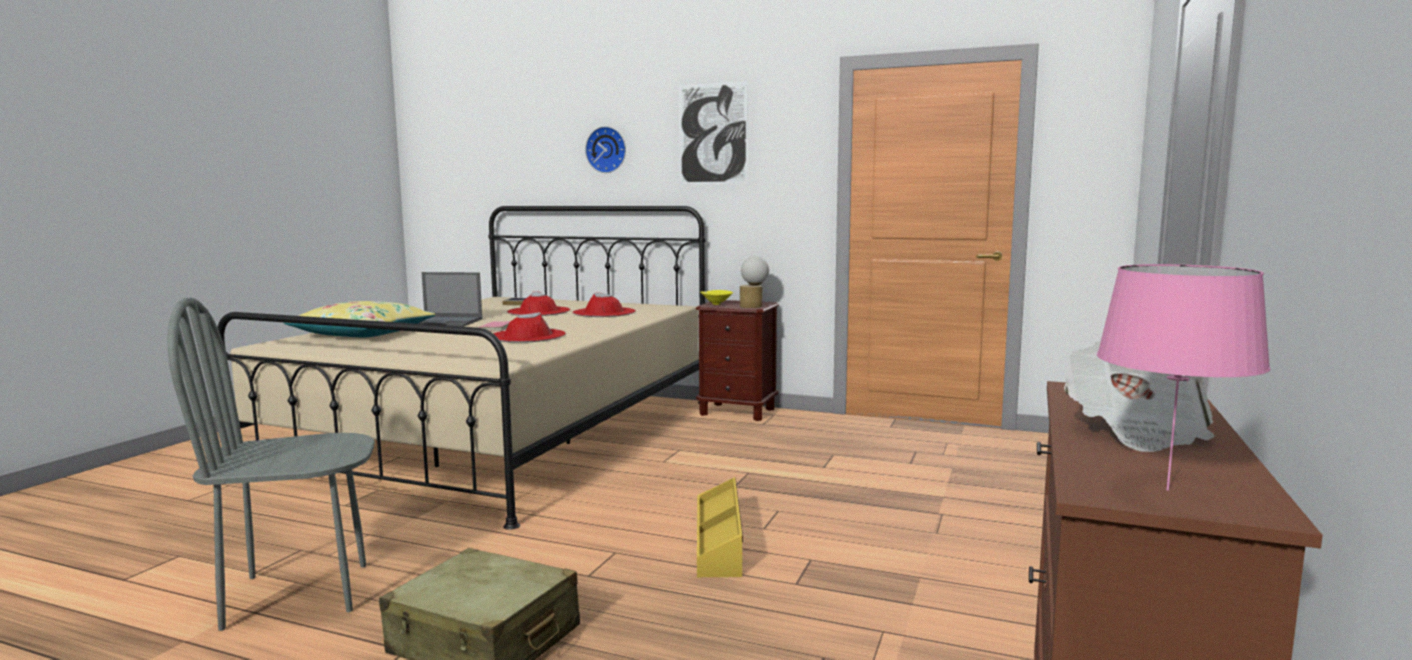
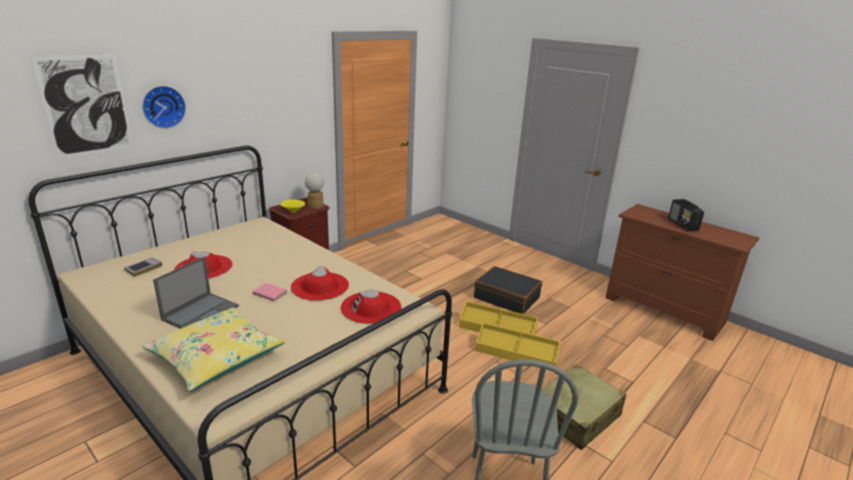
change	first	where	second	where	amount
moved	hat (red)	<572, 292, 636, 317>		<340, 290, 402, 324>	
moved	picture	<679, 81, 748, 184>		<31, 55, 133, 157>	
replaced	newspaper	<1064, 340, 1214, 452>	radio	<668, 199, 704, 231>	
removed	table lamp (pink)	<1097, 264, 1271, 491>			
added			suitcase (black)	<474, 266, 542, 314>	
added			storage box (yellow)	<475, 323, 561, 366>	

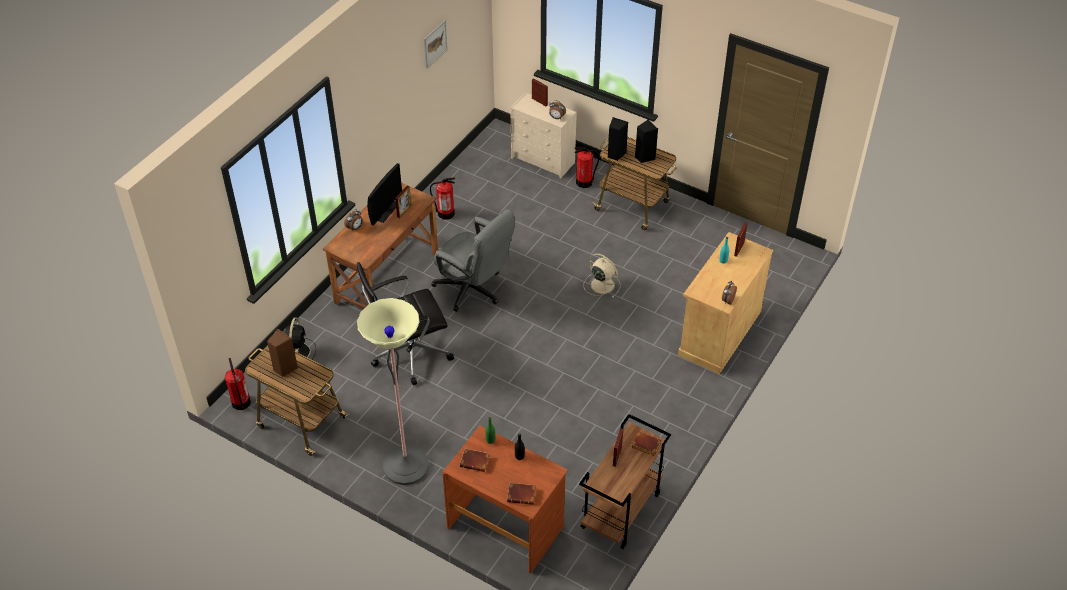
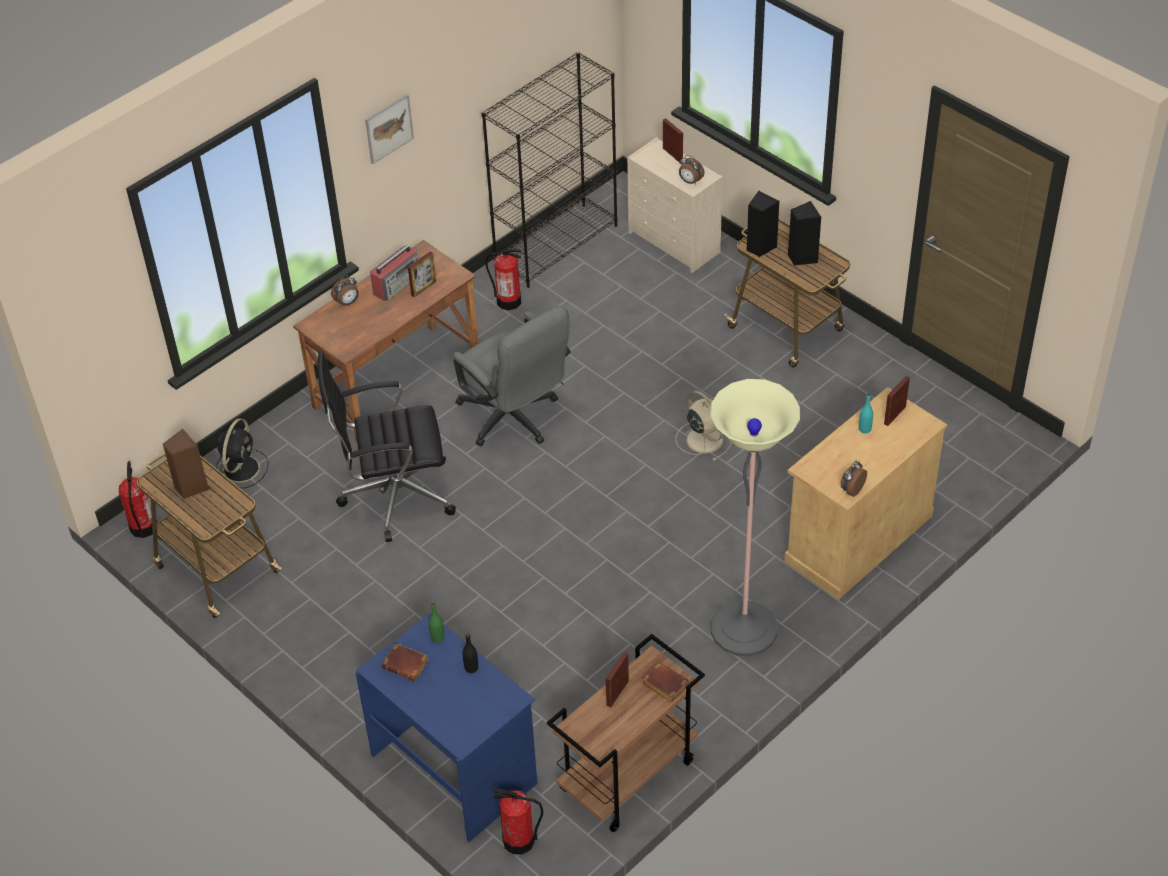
change	first	where	second	where	amount
moved	floor lamp	<357, 298, 429, 485>		<710, 379, 800, 656>	
replaced	monitor	<367, 163, 402, 226>	radio	<370, 245, 418, 301>	
moved	picture	<424, 20, 447, 69>		<365, 94, 414, 164>	
recoloured	desk (brown)	<442, 426, 568, 574>	desk (blue)	<356, 613, 538, 842>	
removed	book (brown)	<507, 483, 536, 505>			
moved	fire extinguisher	<575, 147, 599, 188>		<492, 789, 543, 855>	
added			bookcase (black)	<482, 52, 618, 288>	

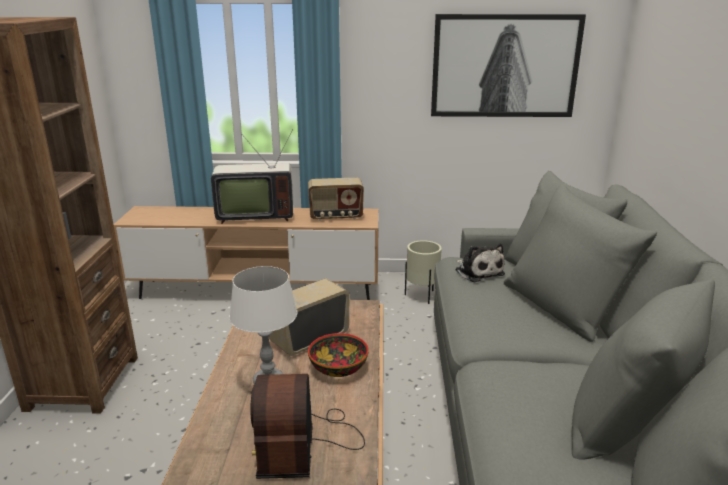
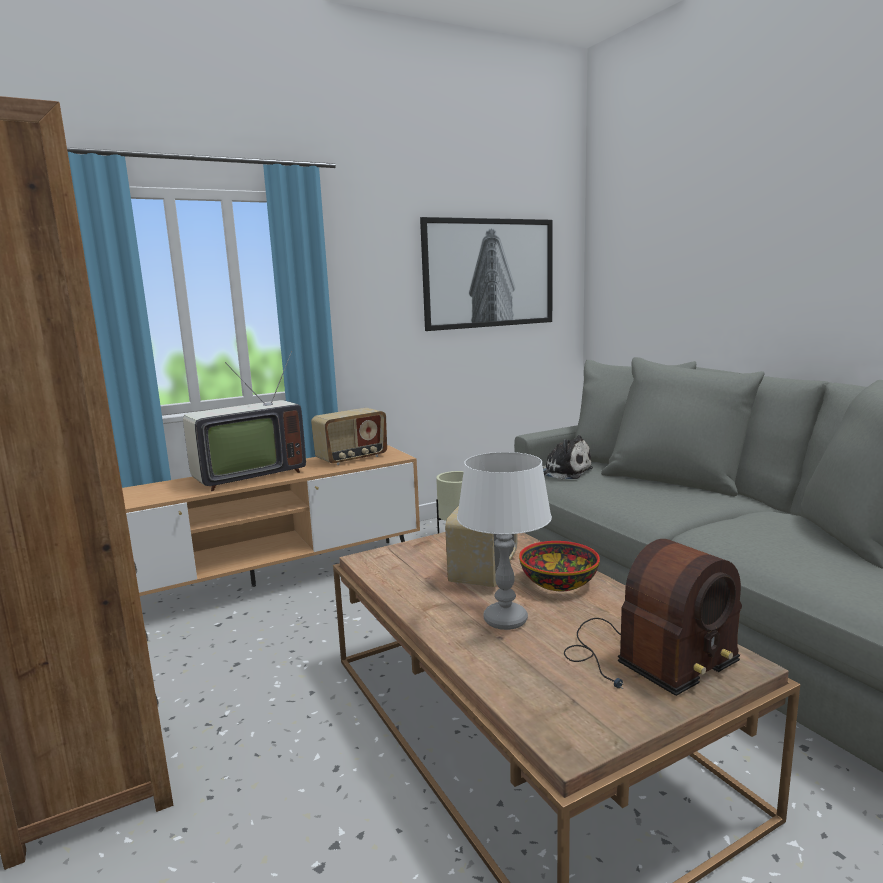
change	first	where	second	where	amount
turned	radio	<250, 374, 365, 479>		<564, 539, 742, 696>	90 degrees counterclockwise

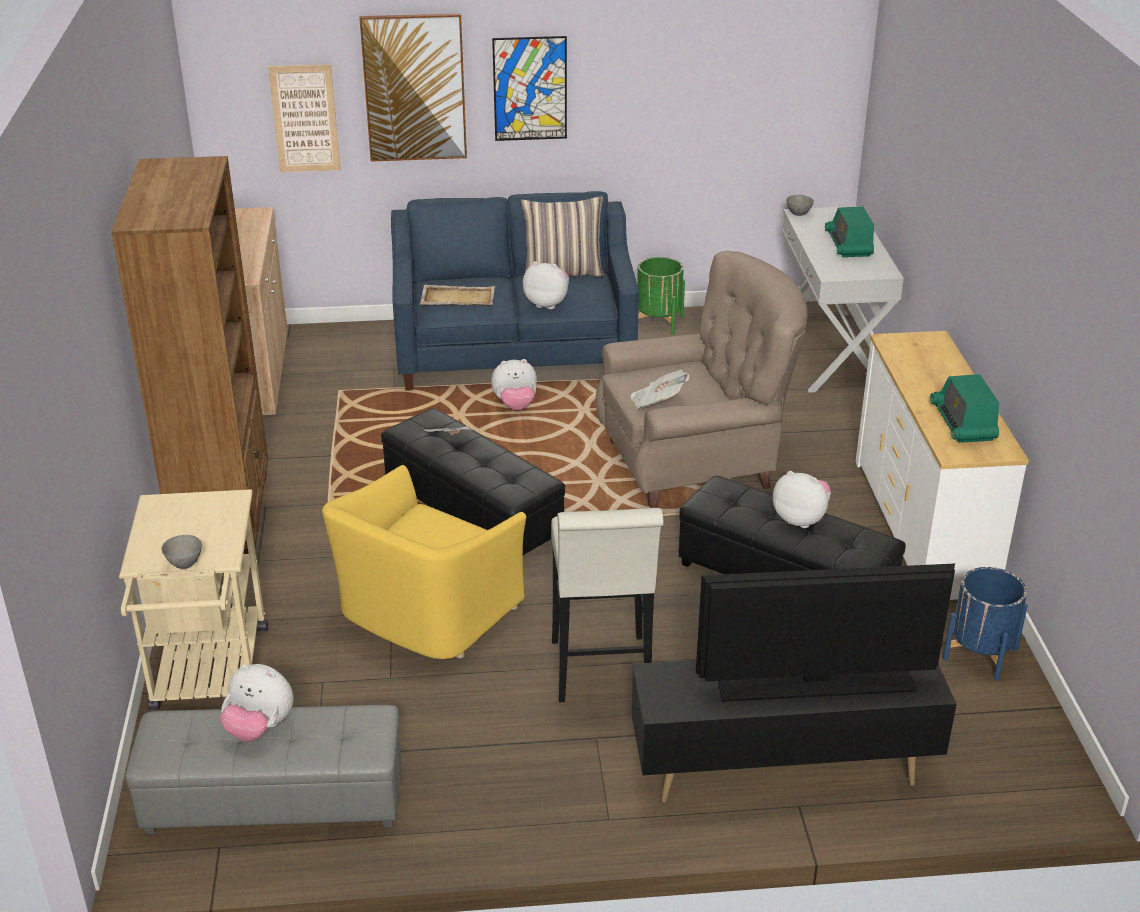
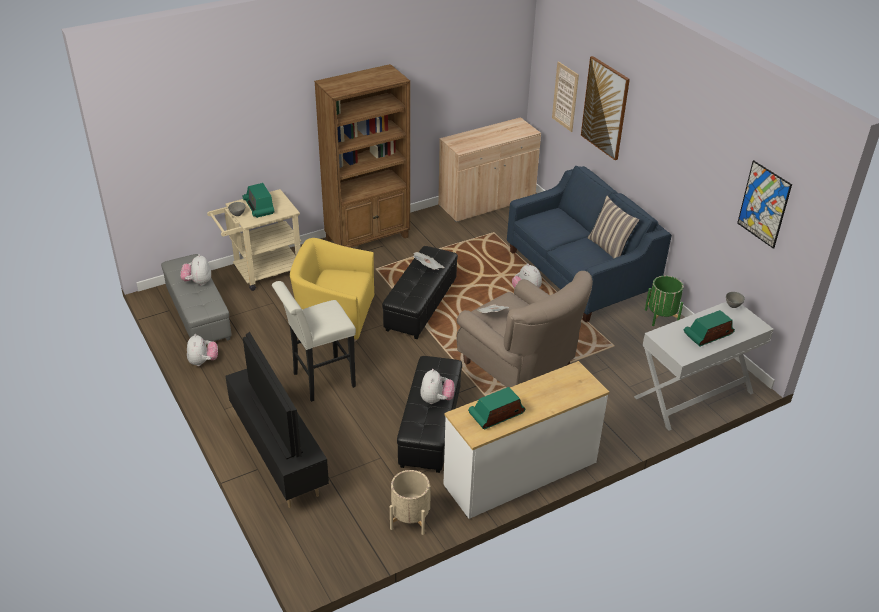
change	first	where	second	where	amount
removed	tray (beige)	<420, 285, 495, 306>			
moved	picture	<492, 36, 567, 141>		<737, 160, 792, 249>	
moved	plush toy	<523, 261, 569, 309>		<187, 334, 218, 366>	
recoloured	planter (blue)	<943, 567, 1028, 681>	planter (beige)	<390, 470, 431, 535>	
added			radio	<242, 183, 274, 218>	

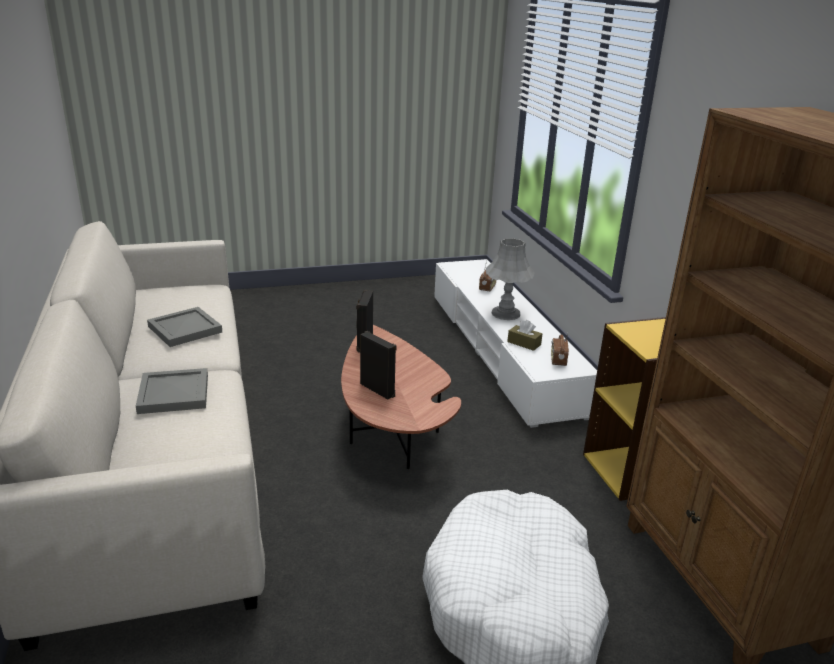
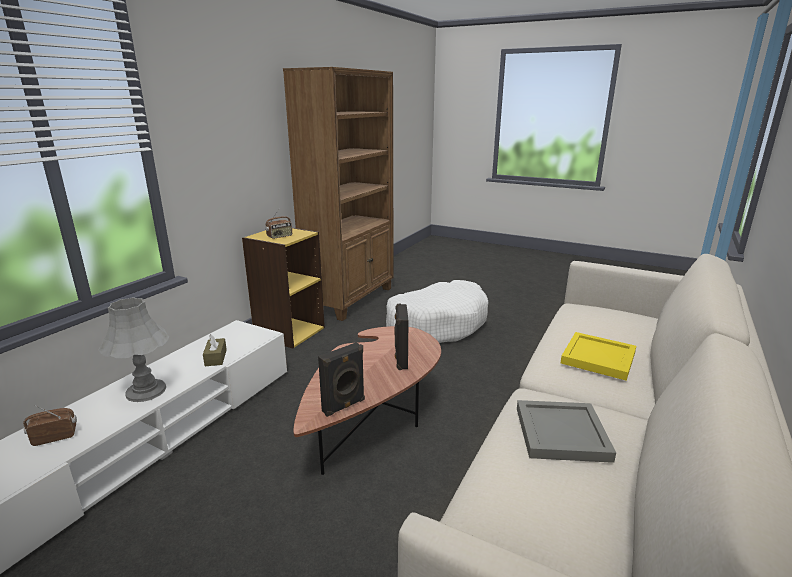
change	first	where	second	where	amount
recoloured	tray (grey)	<136, 368, 208, 414>	tray (yellow)	<561, 332, 636, 381>	
moved	radio	<551, 333, 569, 366>		<265, 208, 292, 239>	

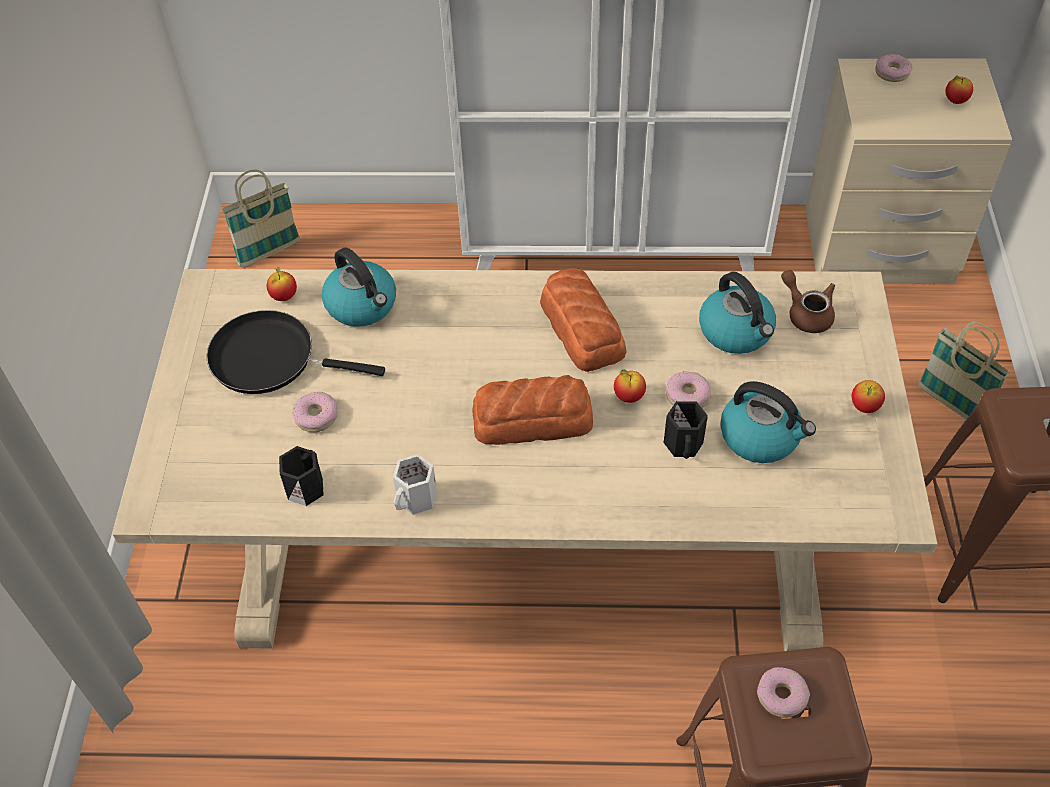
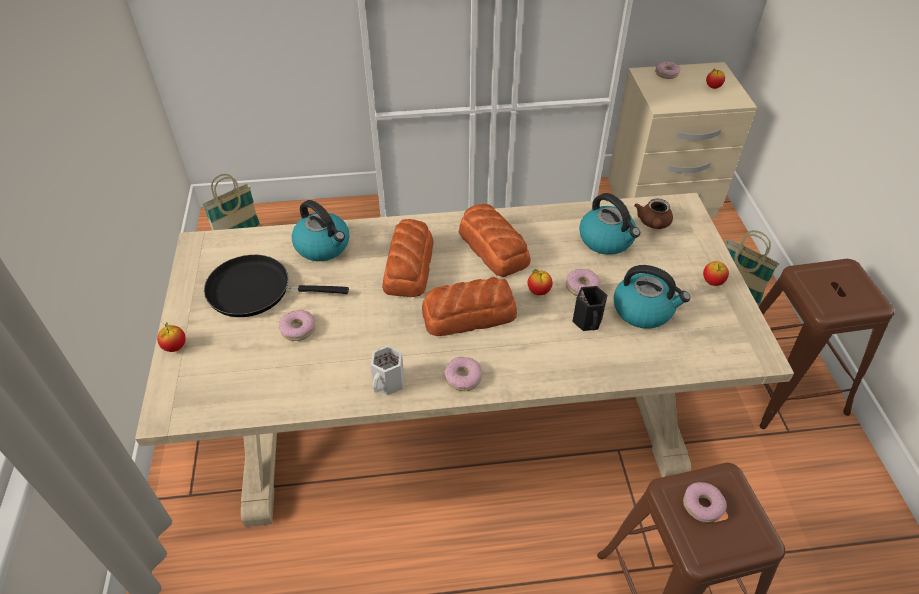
change	first	where	second	where	amount
moved	apple	<267, 266, 297, 301>		<157, 322, 186, 352>	
removed	mug (black)	<279, 446, 324, 506>			
turned	teapot (brown)	<781, 270, 835, 333>		<634, 199, 673, 229>	120 degrees counterclockwise
added			bread	<382, 219, 434, 297>	
added			donut	<444, 357, 482, 391>	

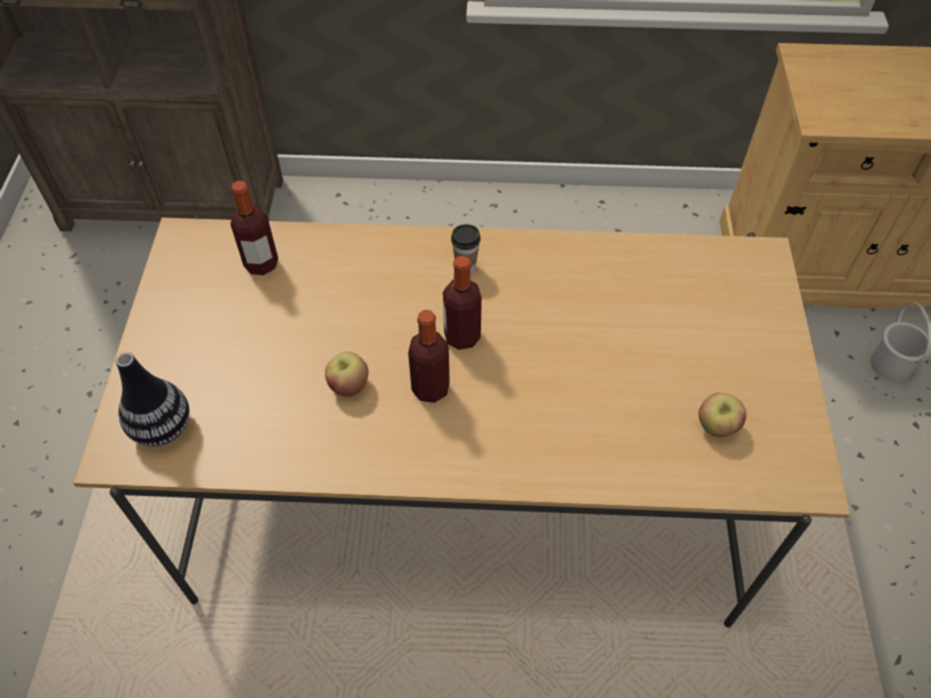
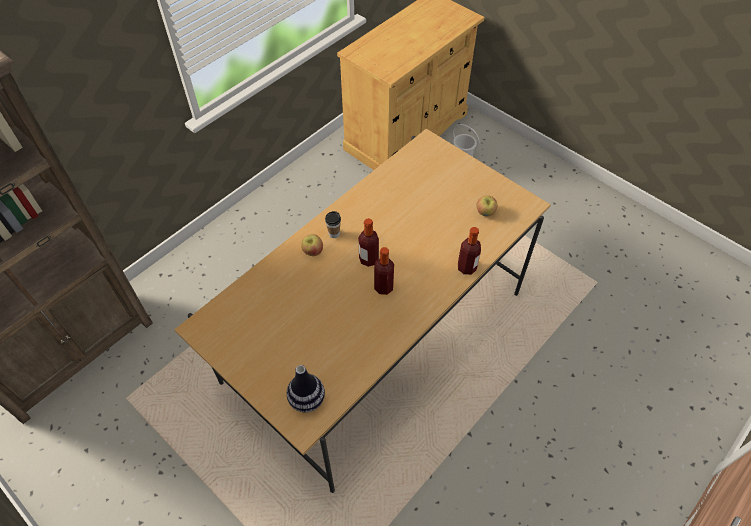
change	first	where	second	where	amount
moved	bottle	<230, 181, 278, 275>		<458, 227, 481, 275>	
moved	apple	<325, 352, 369, 397>		<301, 234, 323, 256>	

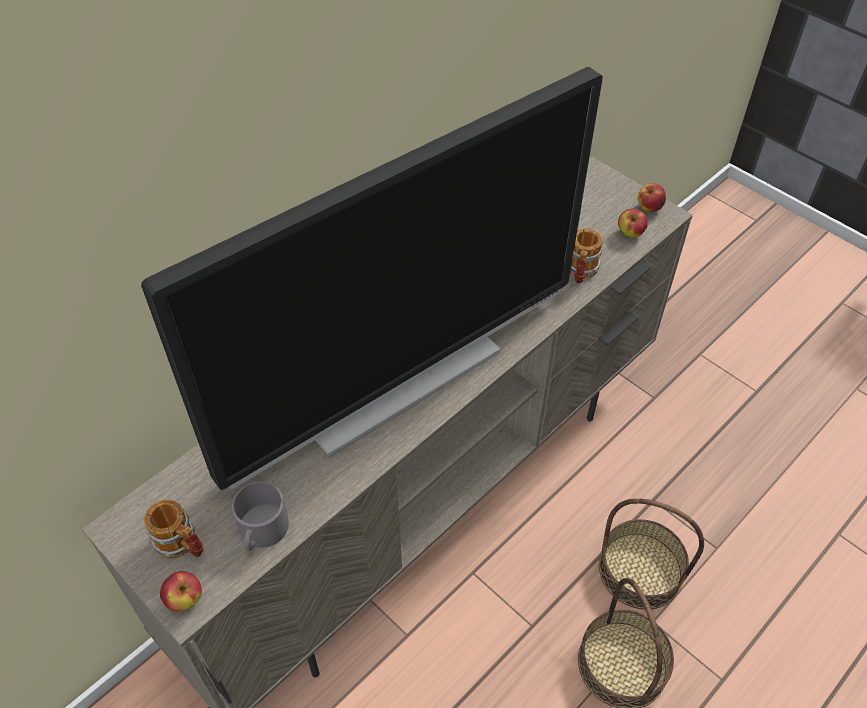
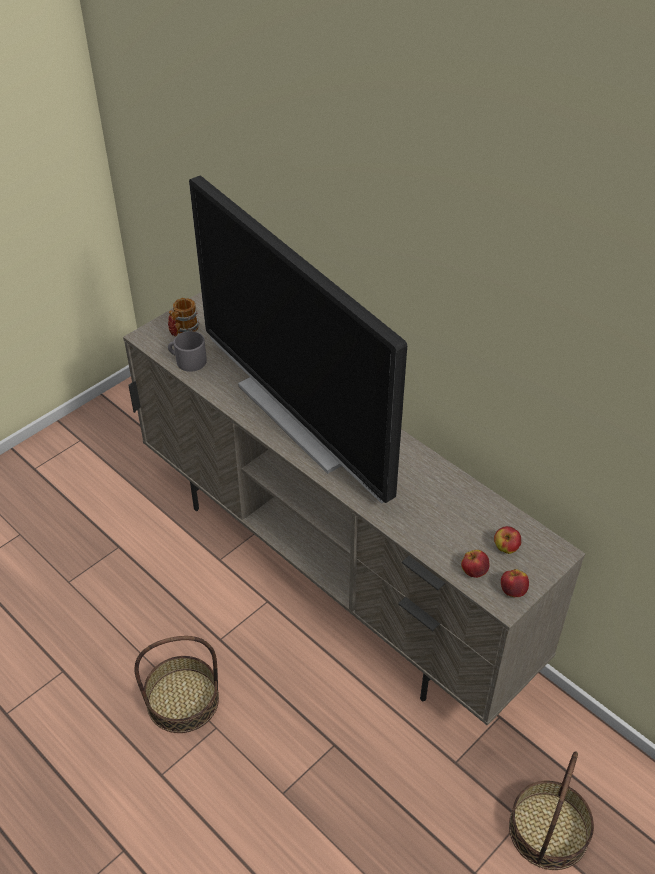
change	first	where	second	where	amount
moved	apple	<160, 571, 202, 612>		<494, 526, 521, 554>	
removed	mug	<570, 229, 603, 284>			
moved	basket	<599, 498, 704, 610>		<509, 752, 594, 870>	

